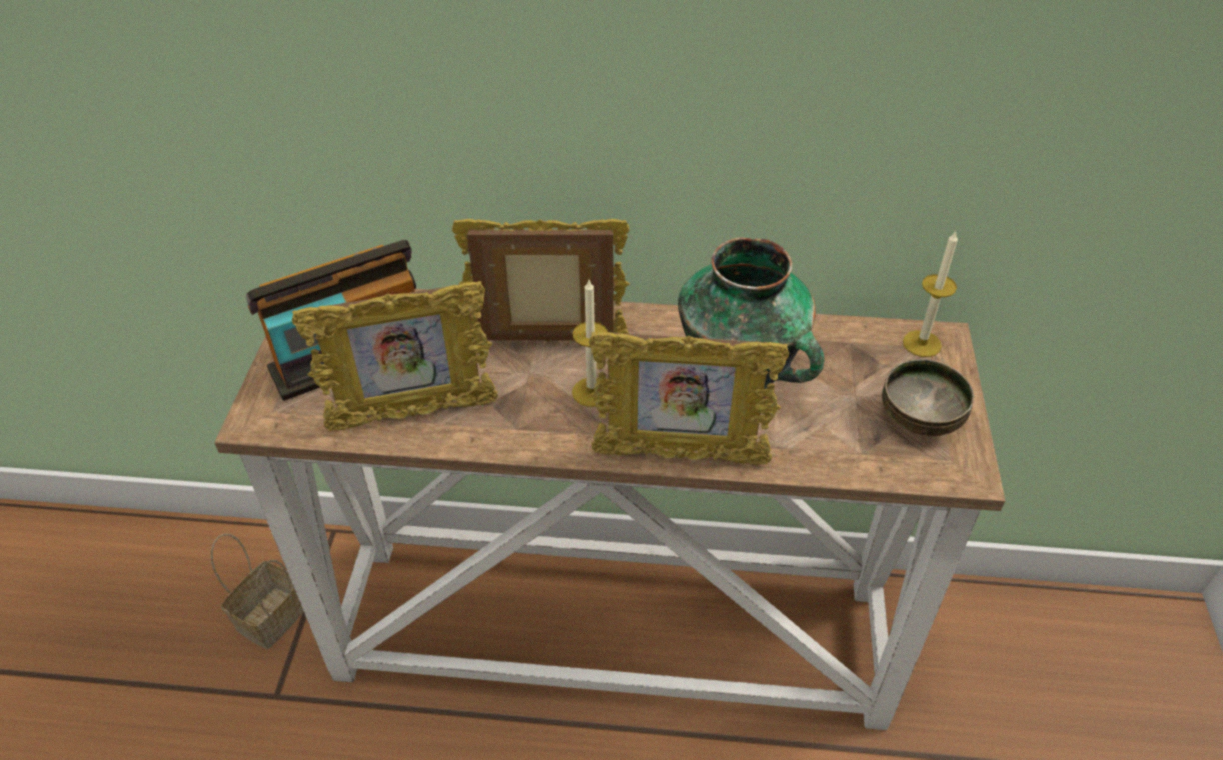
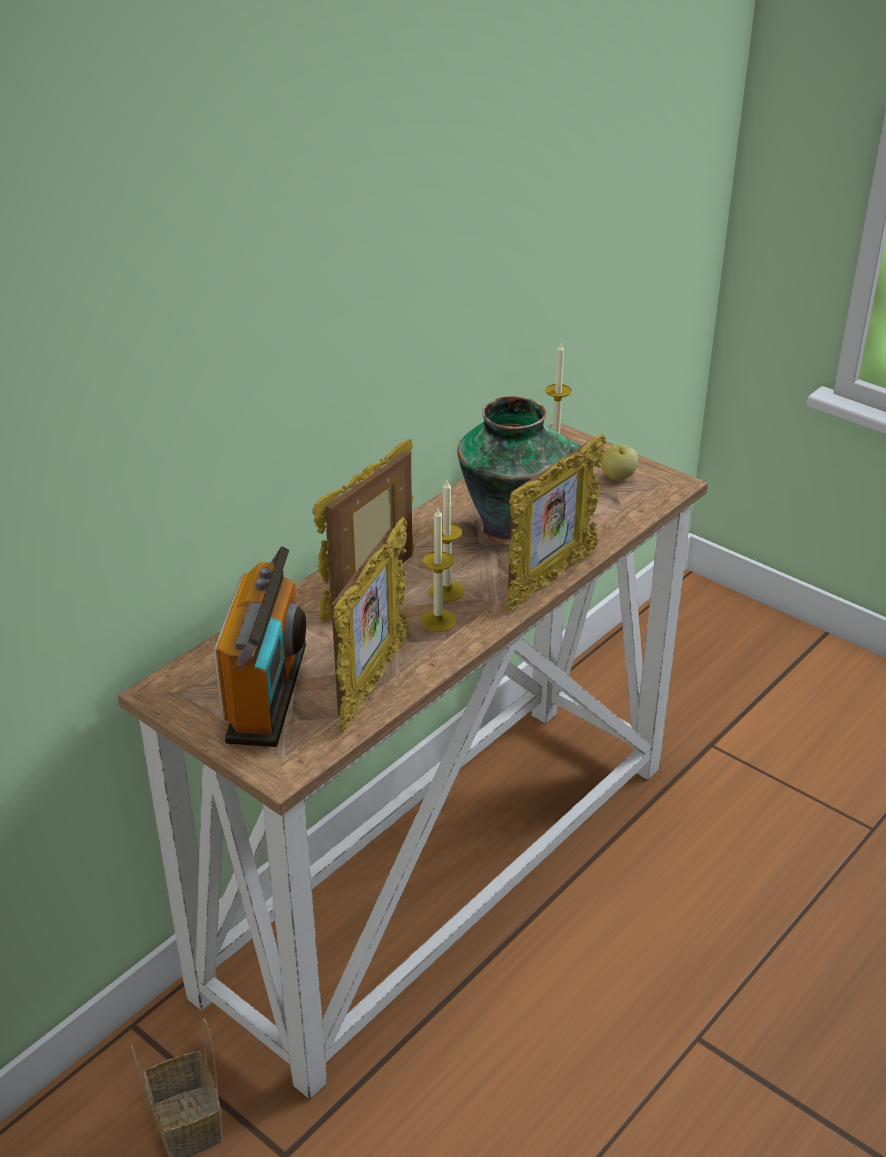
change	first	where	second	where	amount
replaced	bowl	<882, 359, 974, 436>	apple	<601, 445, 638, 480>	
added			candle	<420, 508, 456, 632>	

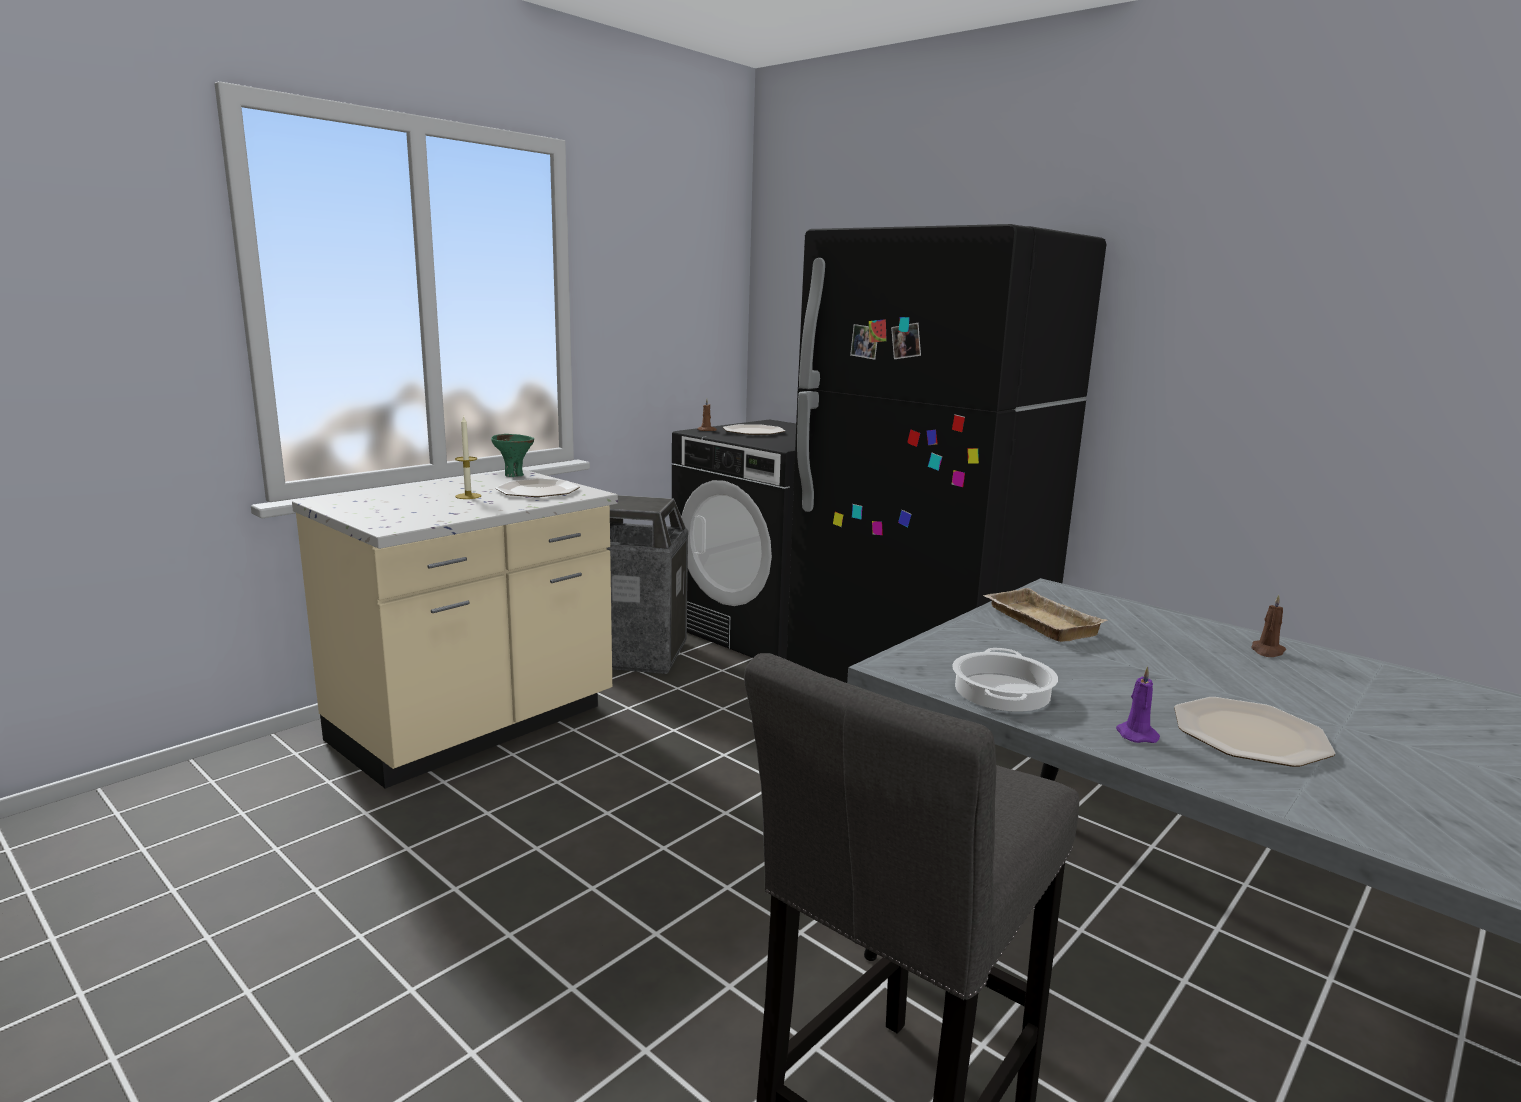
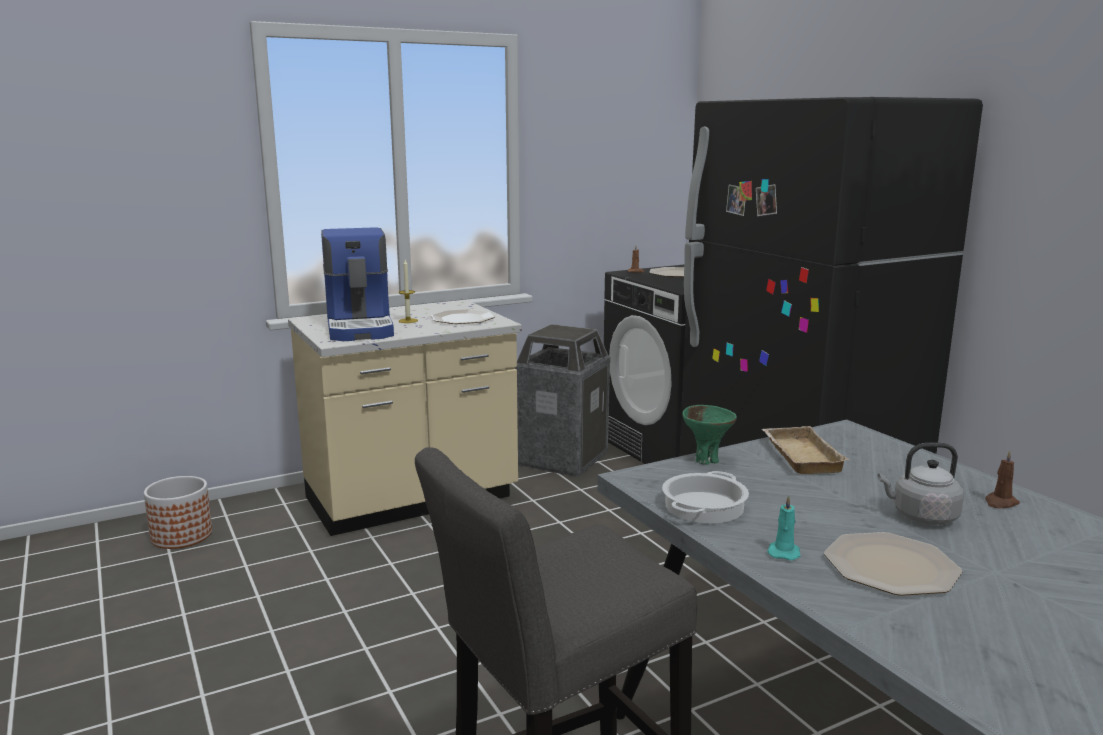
change	first	where	second	where	amount
moved	bowl (green)	<491, 434, 534, 477>		<682, 405, 737, 465>	
recoloured	candle (purple)	<1116, 666, 1160, 743>	candle (turquoise)	<767, 495, 801, 560>	
added			planter	<144, 476, 212, 549>	
added			coffee machine	<321, 227, 394, 341>	
added			kettle (grey)	<877, 442, 964, 525>	

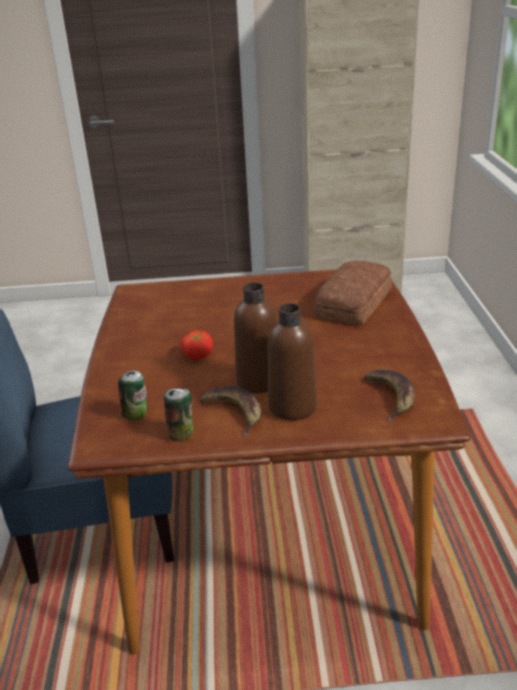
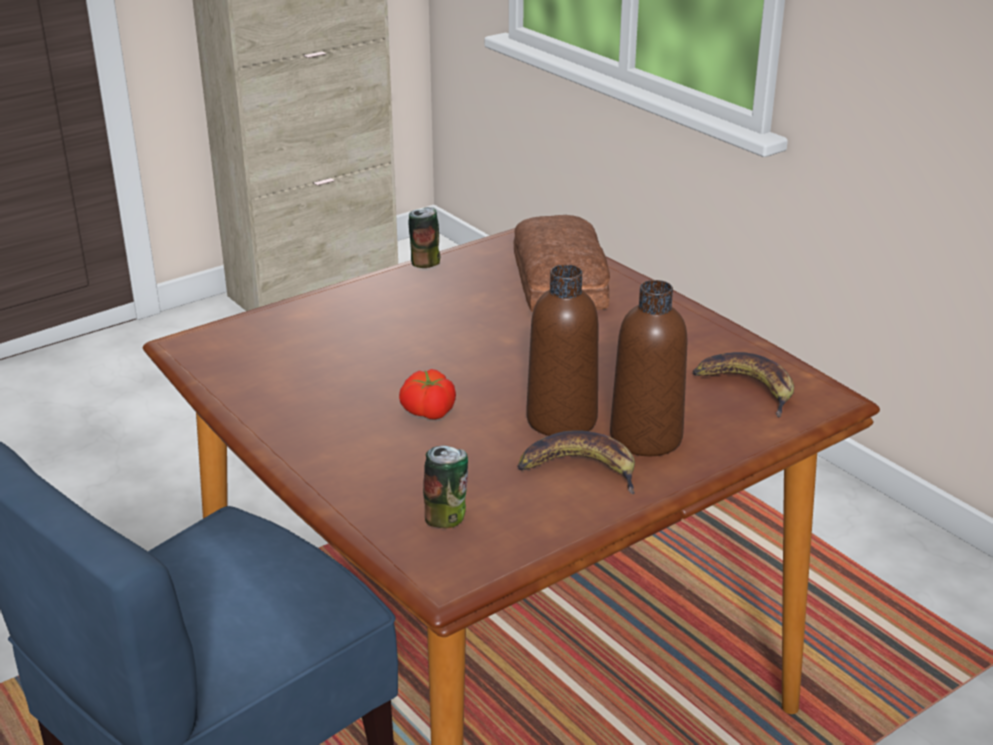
change	first	where	second	where	amount
moved	can	<163, 389, 193, 441>		<408, 207, 440, 268>	

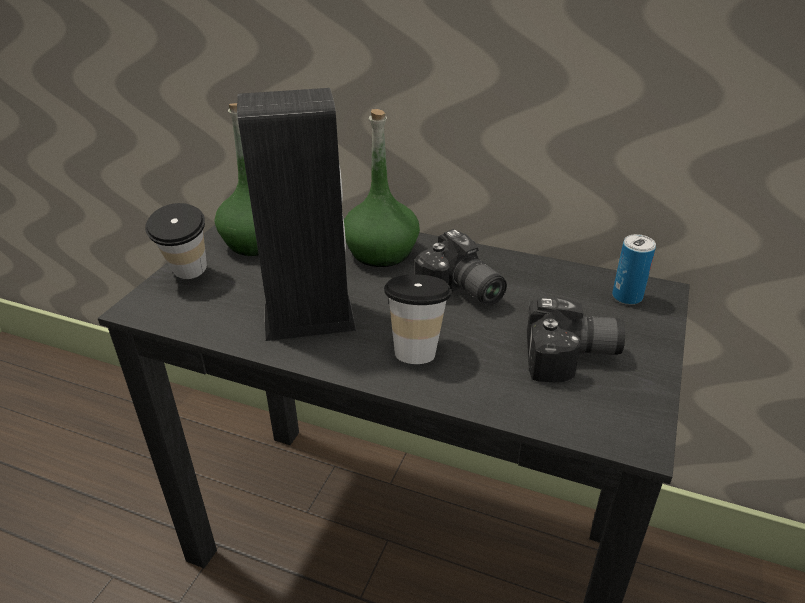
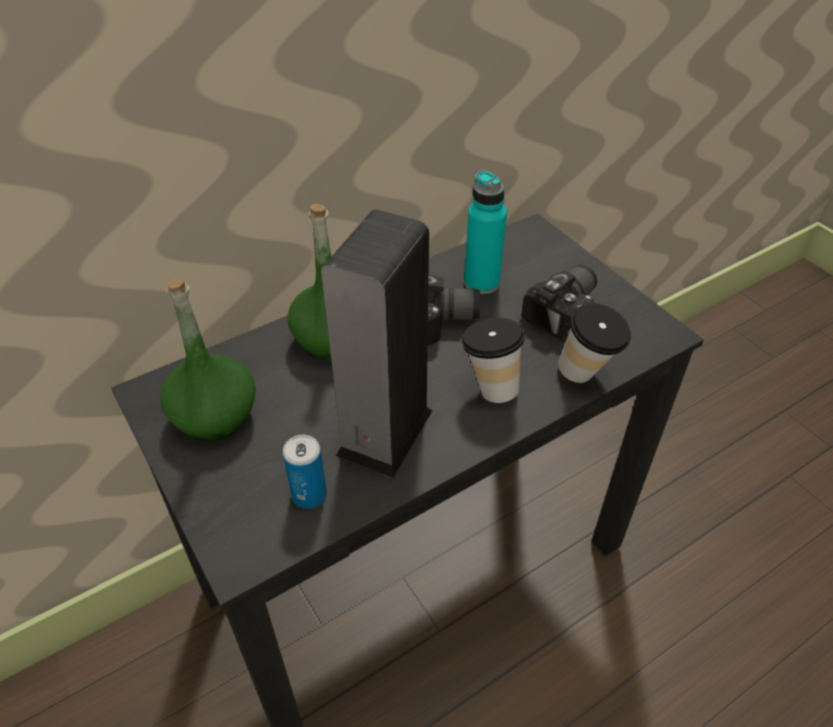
change	first	where	second	where	amount
moved	cup	<145, 203, 207, 279>		<558, 304, 631, 383>	
moved	can	<612, 234, 656, 305>		<283, 435, 327, 508>	
added			bottle (turquoise)	<464, 170, 507, 294>	

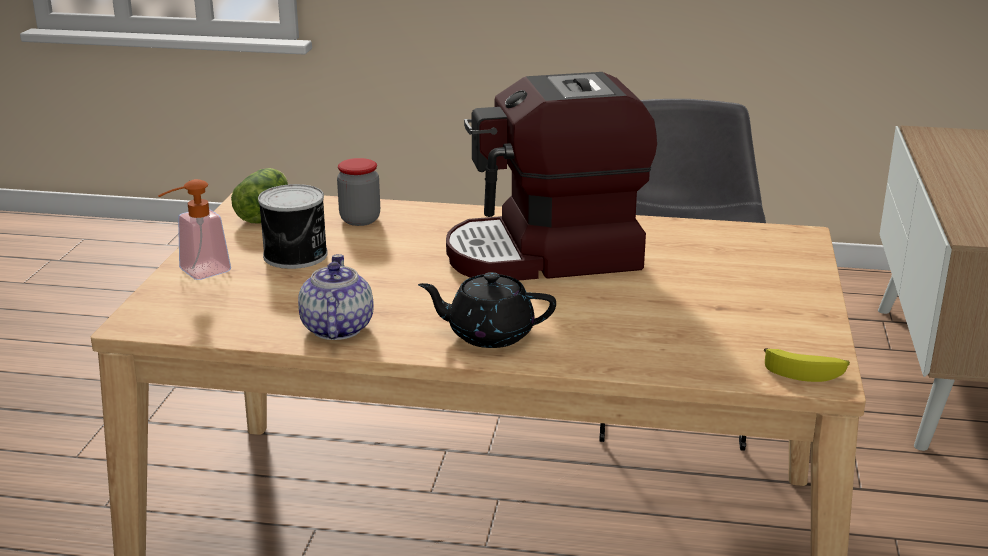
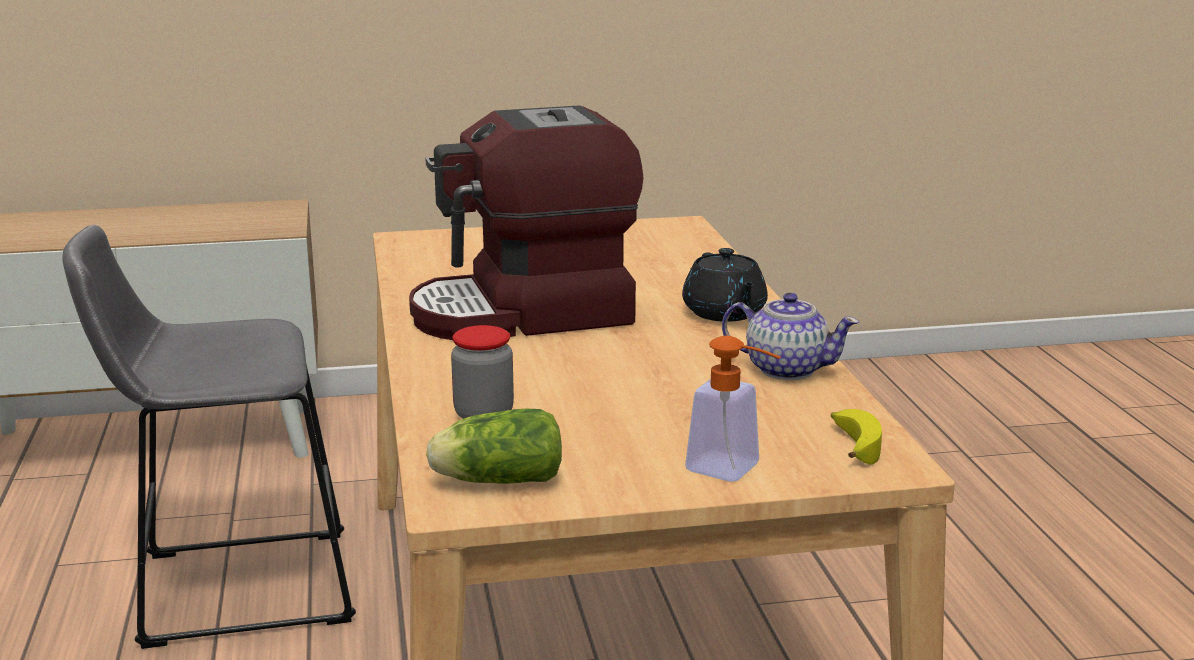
change	first	where	second	where	amount
removed	can	<258, 184, 328, 269>			
turned	teapot	<298, 254, 374, 340>		<722, 293, 859, 380>	135 degrees counterclockwise
turned	coffee machine	<446, 72, 657, 281>		<409, 105, 643, 340>	105 degrees clockwise
moved	banana	<764, 348, 850, 382>		<831, 409, 882, 465>	

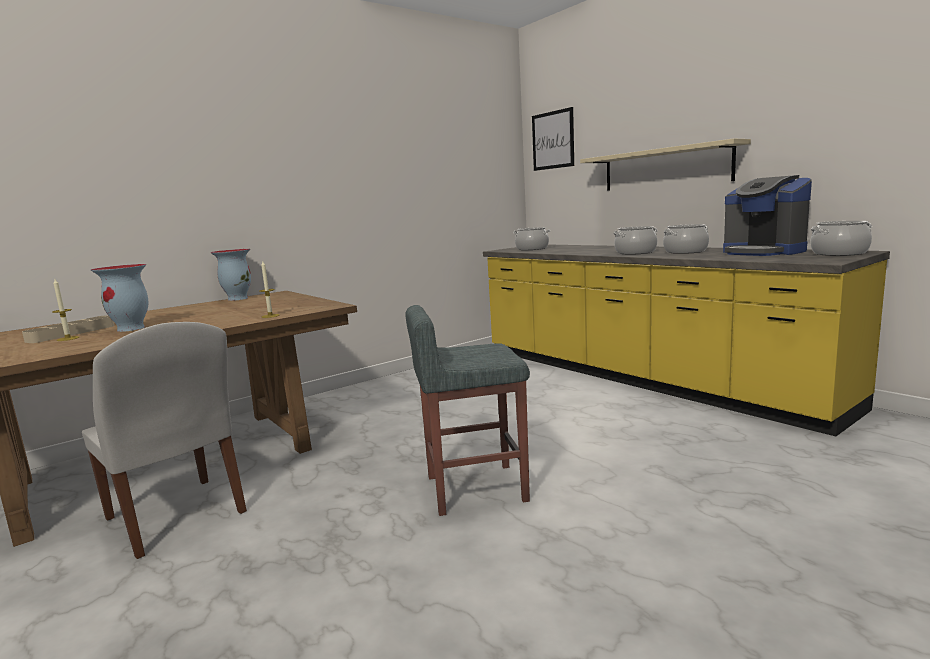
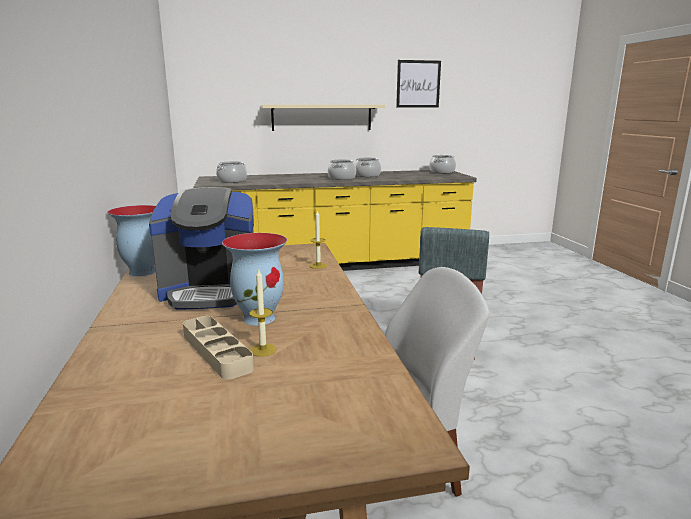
change	first	where	second	where	amount
moved	picture	<532, 107, 574, 171>		<396, 60, 441, 108>	
moved	coffee machine	<723, 175, 812, 256>		<149, 187, 254, 310>	

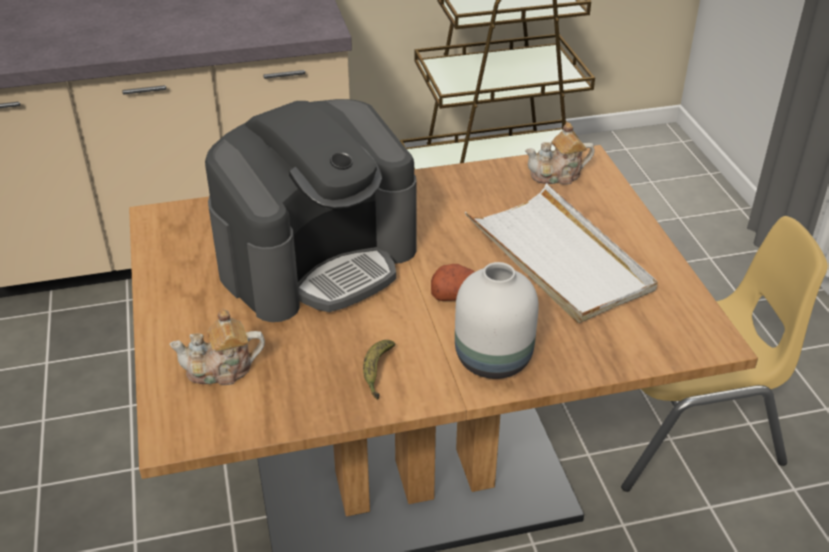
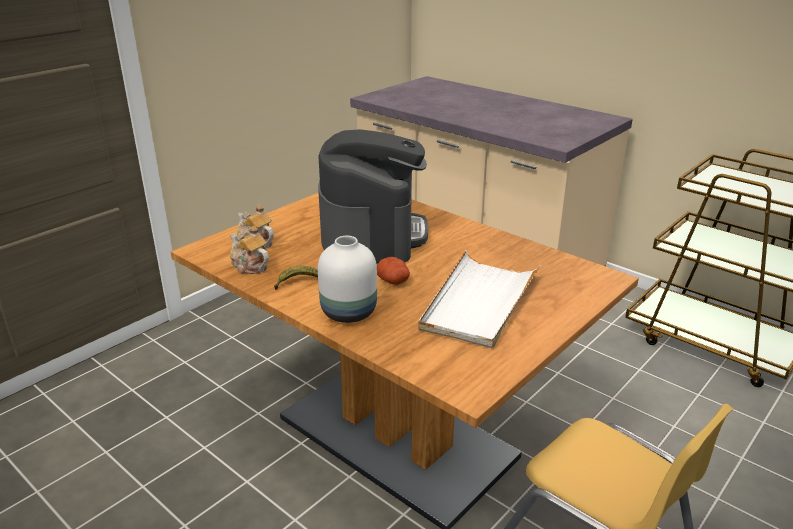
change	first	where	second	where	amount
turned	coffee machine	<205, 99, 417, 322>		<318, 129, 428, 263>	105 degrees counterclockwise
moved	teapot	<525, 122, 595, 185>		<230, 226, 269, 274>	

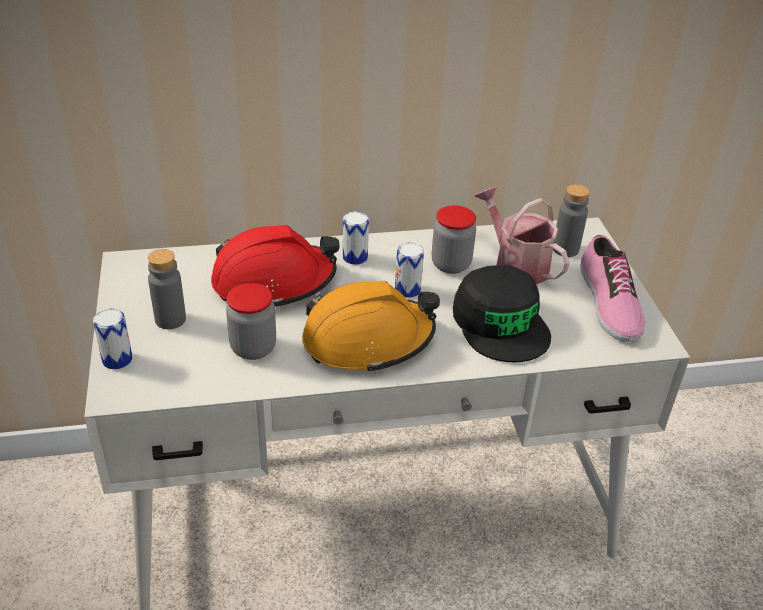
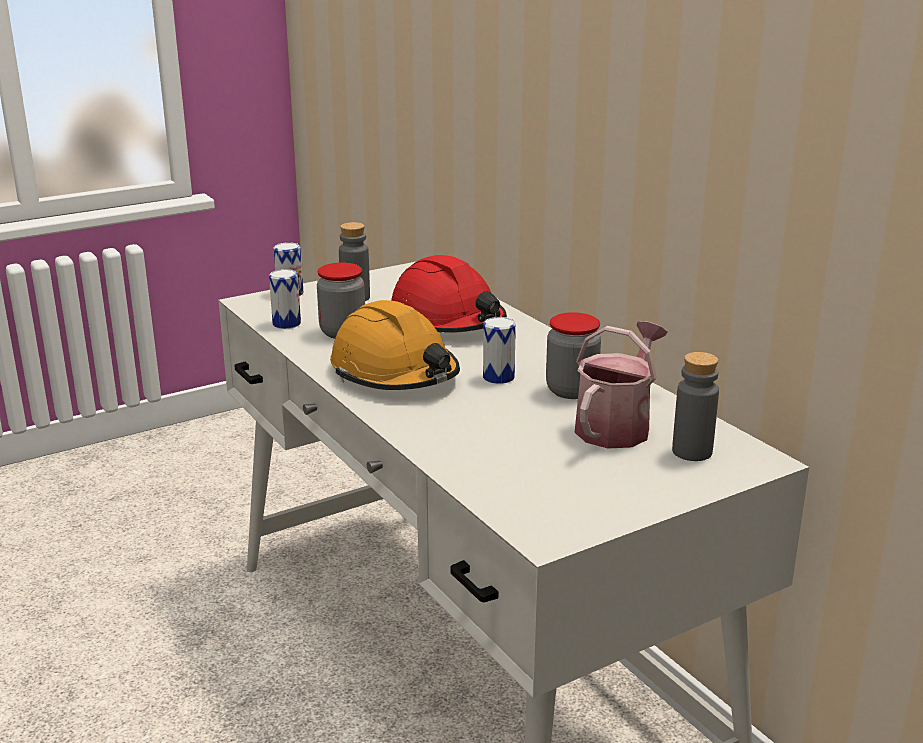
change	first	where	second	where	amount
moved	can	<343, 211, 369, 265>		<269, 269, 301, 329>	
removed	cap (black)	<453, 265, 551, 362>			
removed	shoe	<580, 235, 645, 342>			

